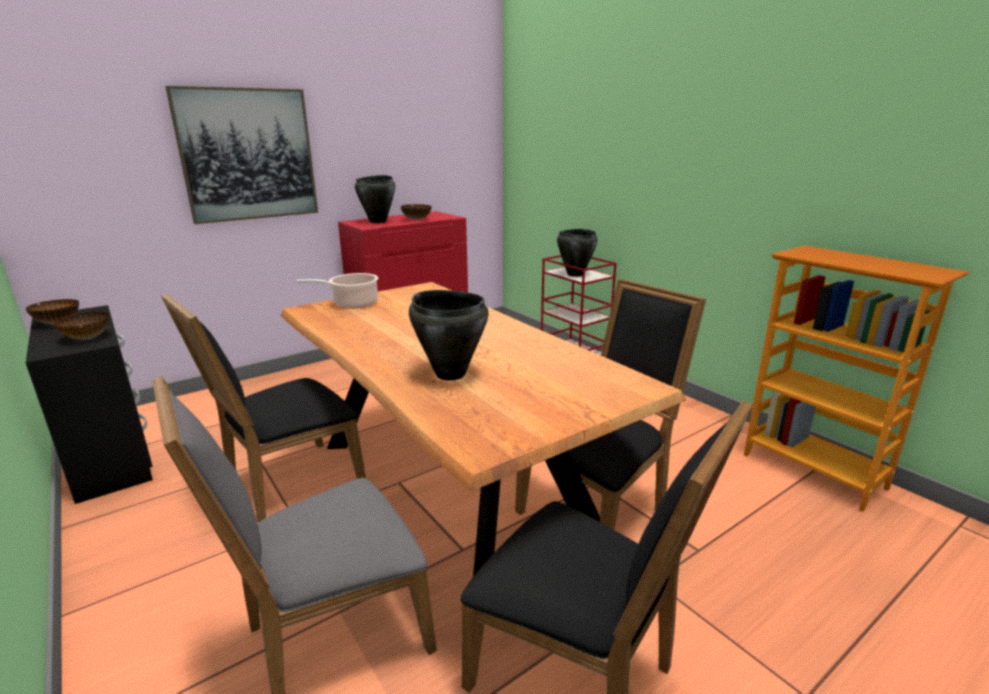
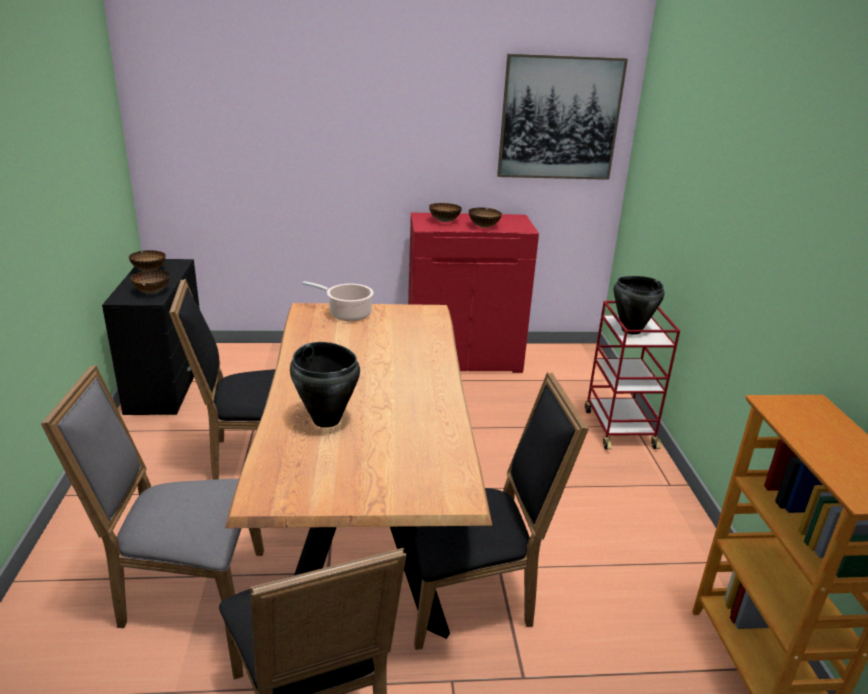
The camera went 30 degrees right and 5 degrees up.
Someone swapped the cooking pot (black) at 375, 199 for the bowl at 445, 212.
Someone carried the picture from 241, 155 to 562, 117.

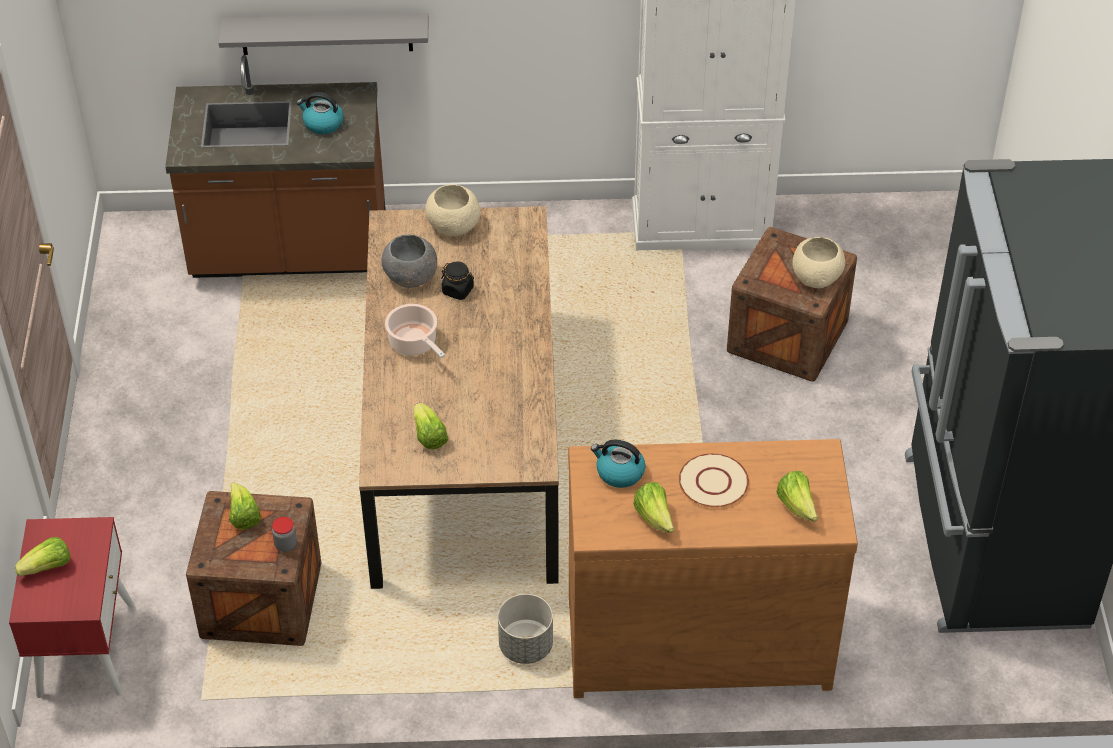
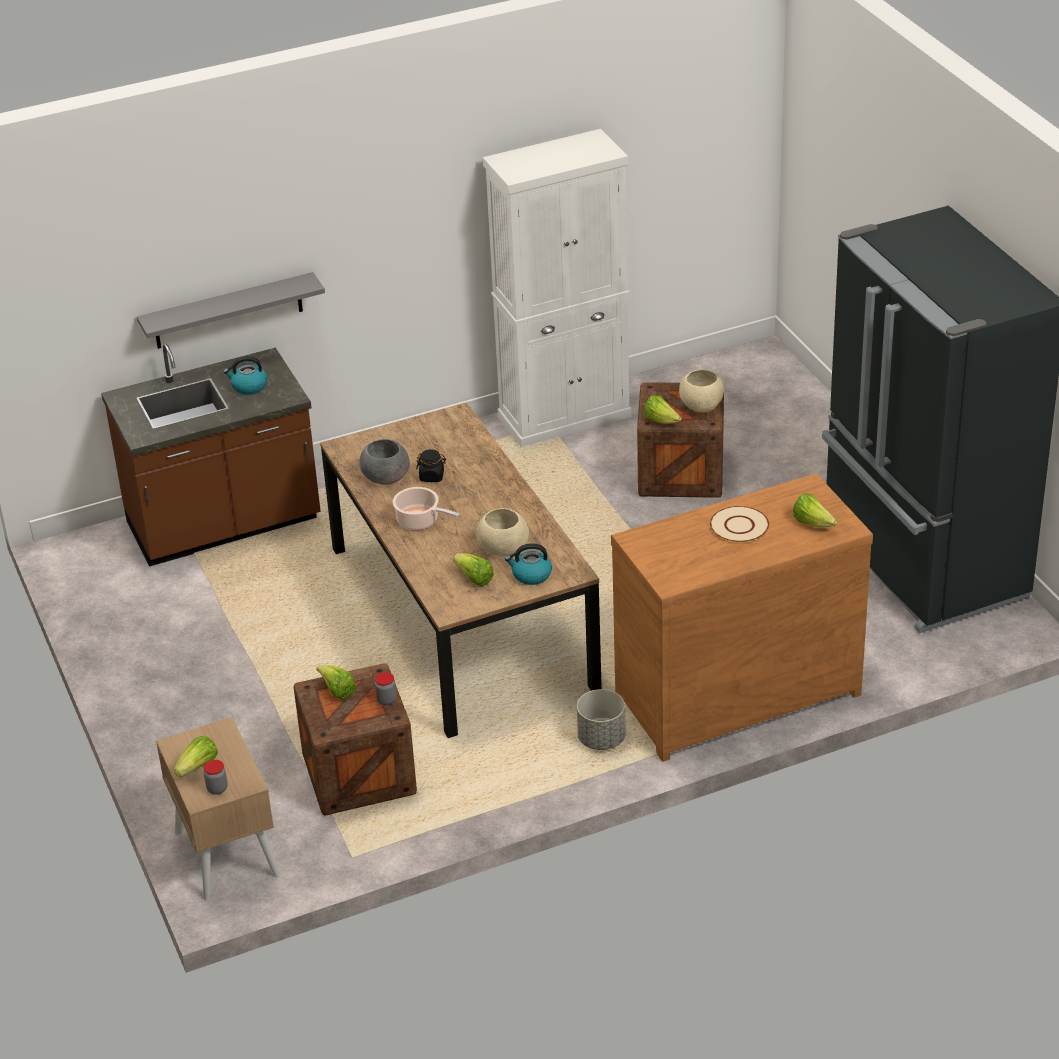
The camera went 20 degrees left and 10 degrees down.
Someone repainted the nightstand (red) at 71, 607, which became the nightstand (beige) at 218, 808.
Someone put down the jar at 216, 777.
Someone carried the bowl (beige) from 452, 210 to 502, 532.
Someone carried the kettle from 618, 463 to 528, 564.
Someone carried the lettuce from 653, 507 to 663, 409.

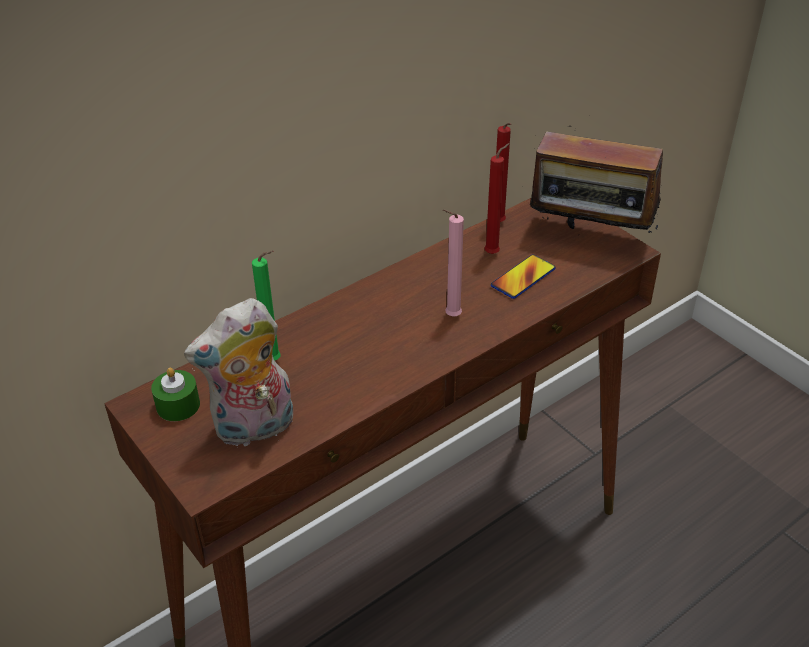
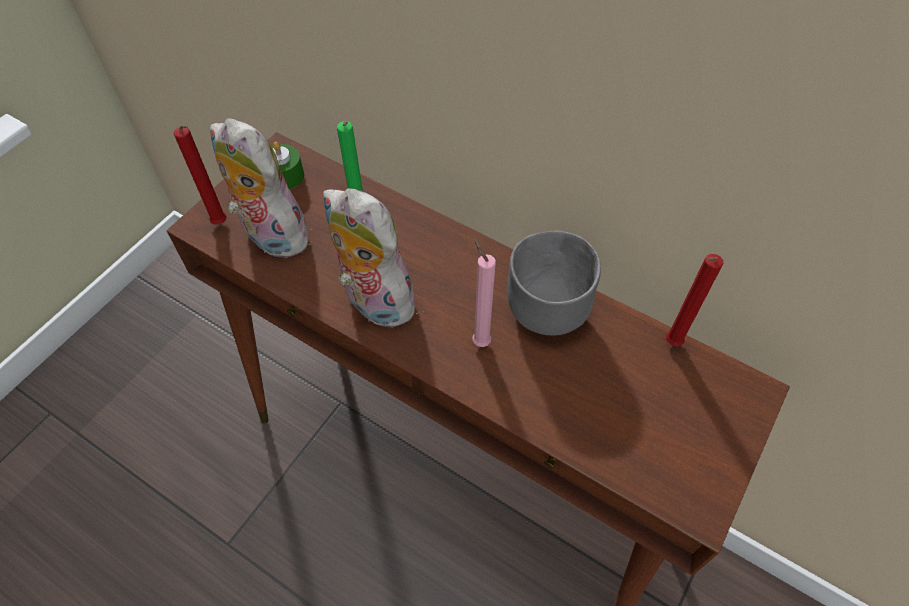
The camera went 70 degrees right and 15 degrees up.
Someone carried the candle (red) from 497, 198 to 200, 174.
Someone put down the plush toy at 373, 258.
Someone put down the bowl (grey) at 554, 283.
Someone took away the phone at 523, 277.
Someone took away the radio at 596, 174.

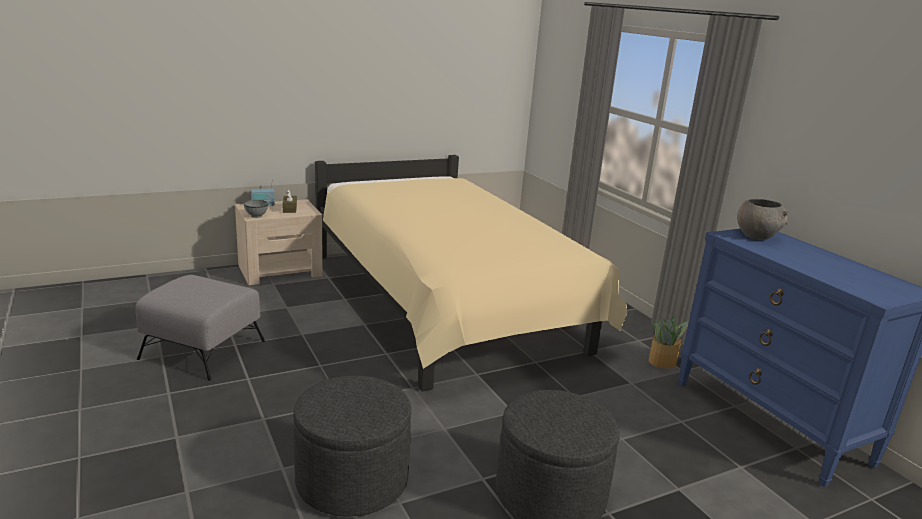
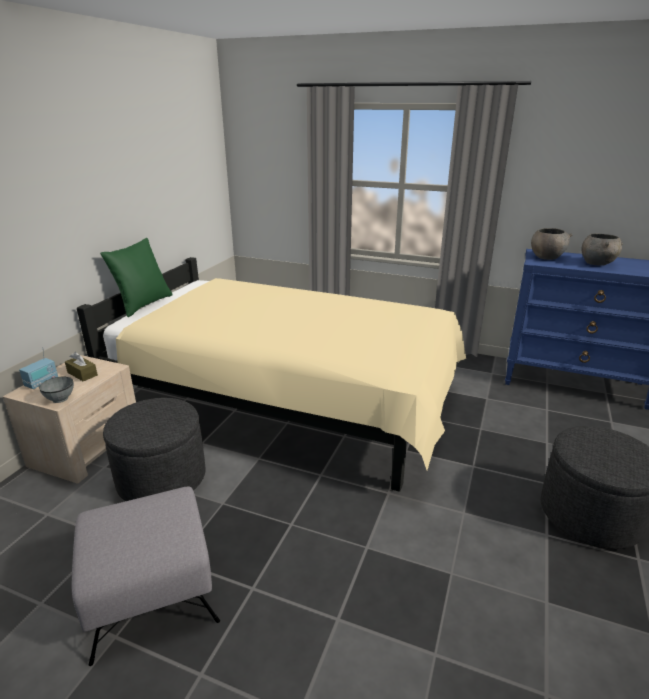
The camera went 40 degrees left and 5 degrees up.
Someone put down the pillow (green) at 136, 277.
Someone carried the ottoman (grey) from 352, 446 to 154, 449.
Someone put down the bowl (grey) at 602, 250.
Someone took away the potted plant at 668, 342.

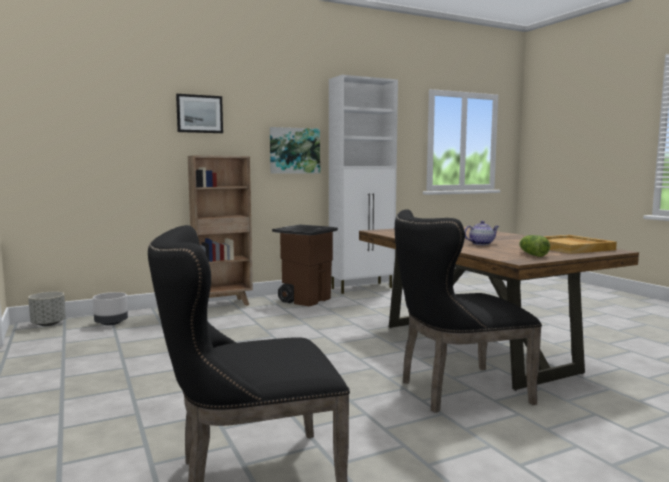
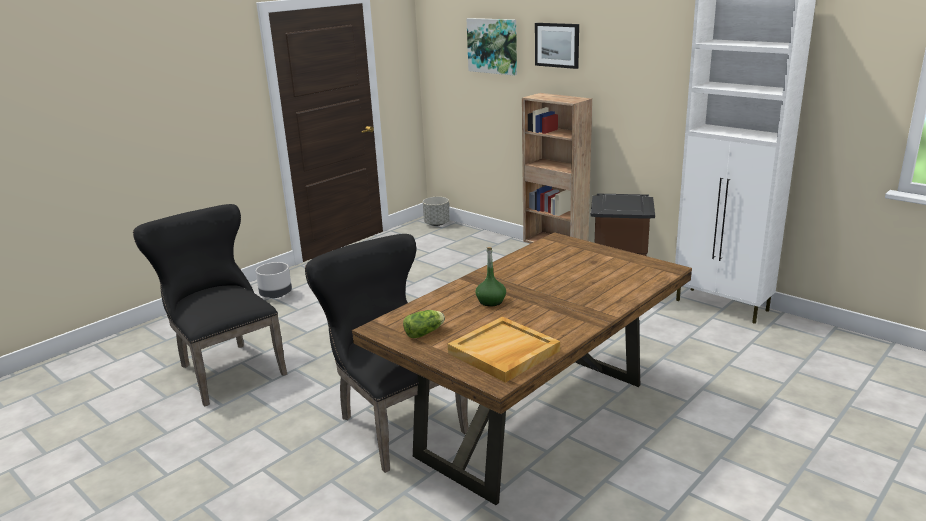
The camera went 70 degrees right and 15 degrees up.
Someone carried the planter (grey) from 110, 309 to 273, 280.
Someone carried the picture from 295, 150 to 492, 46.
Someone swapped the teapot at 482, 233 for the bottle (green) at 491, 276.

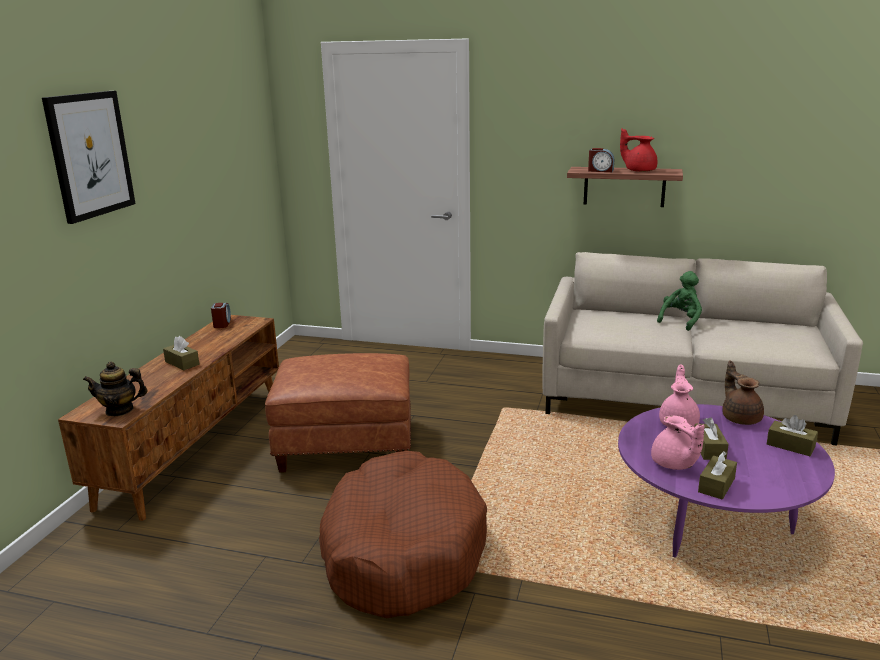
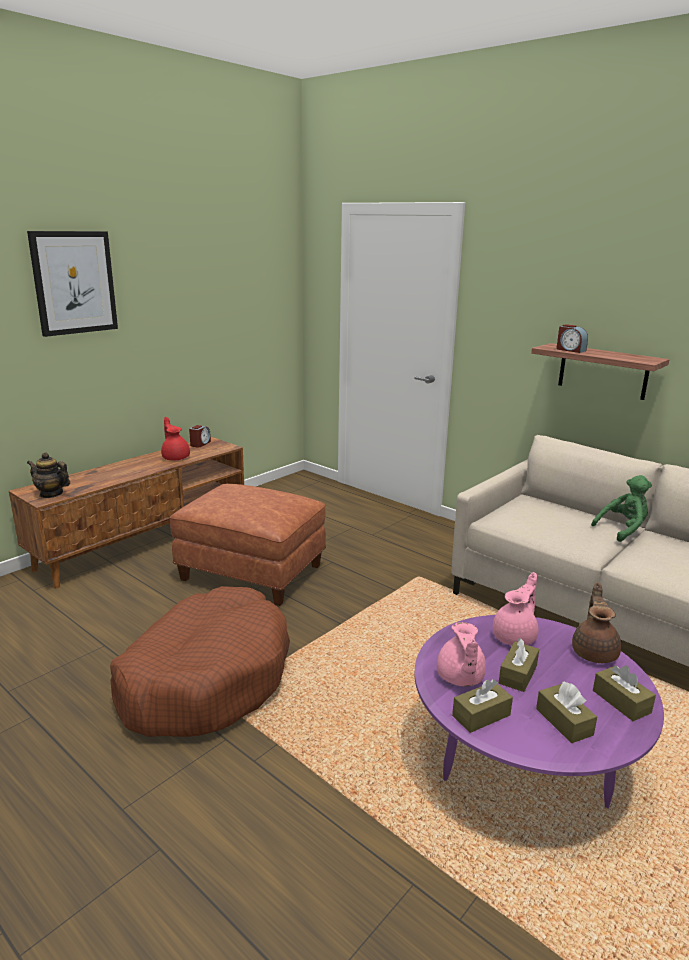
The camera went 25 degrees right and 0 degrees up.
Someone carried the teapot (red) from 638, 150 to 175, 439.
Someone carried the tissue box (brown) from 181, 353 to 566, 712.

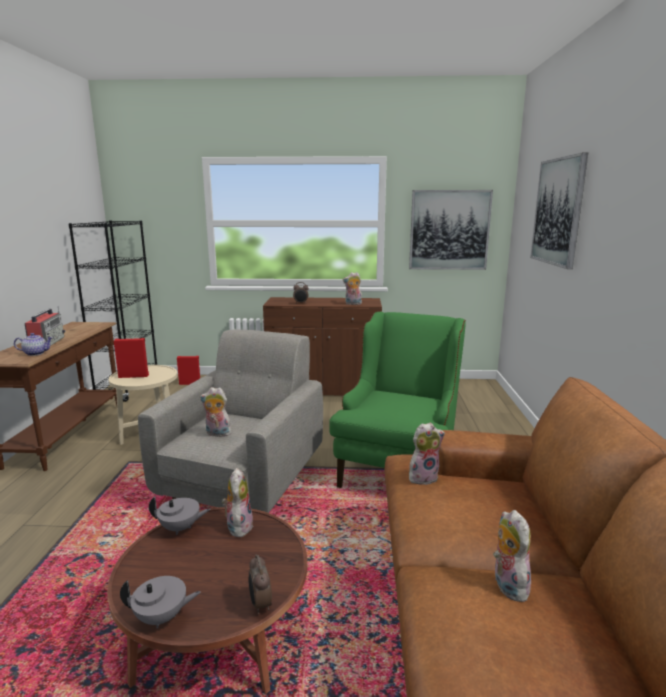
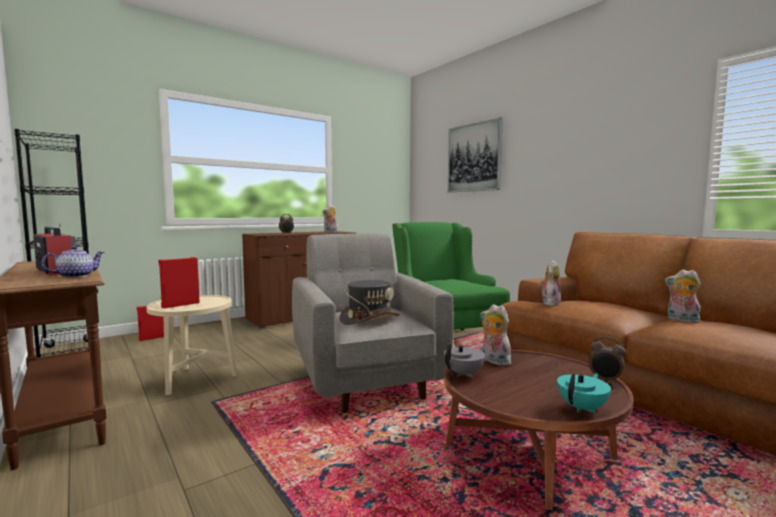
The camera went 40 degrees left and 10 degrees down.
Someone swapped the plush toy at 216, 412 for the hat (grey) at 370, 302.
Someone repainted the teapot (grey) at 160, 602, which became the teapot (turquoise) at 584, 393.
Someone took away the picture at 451, 230.

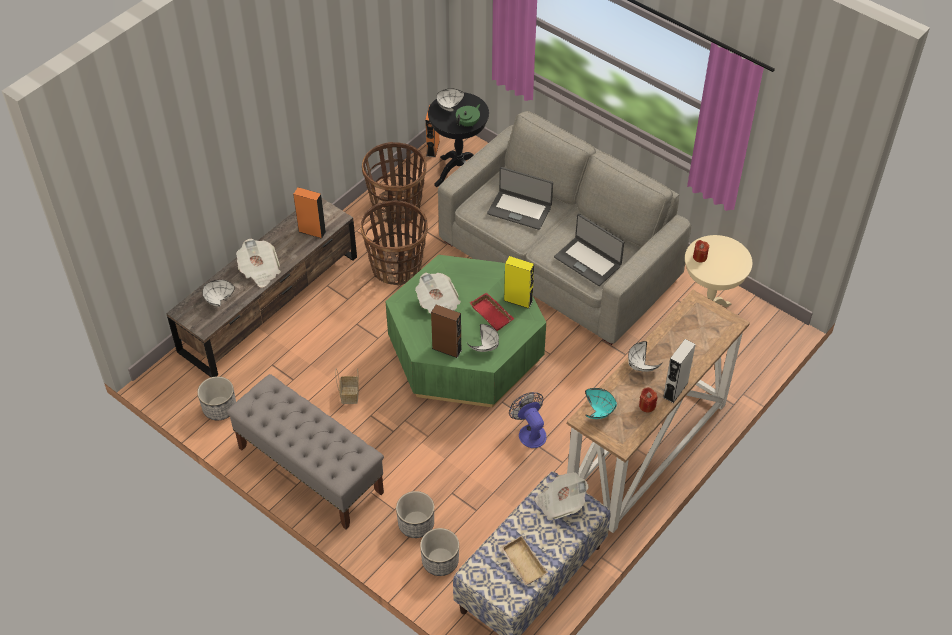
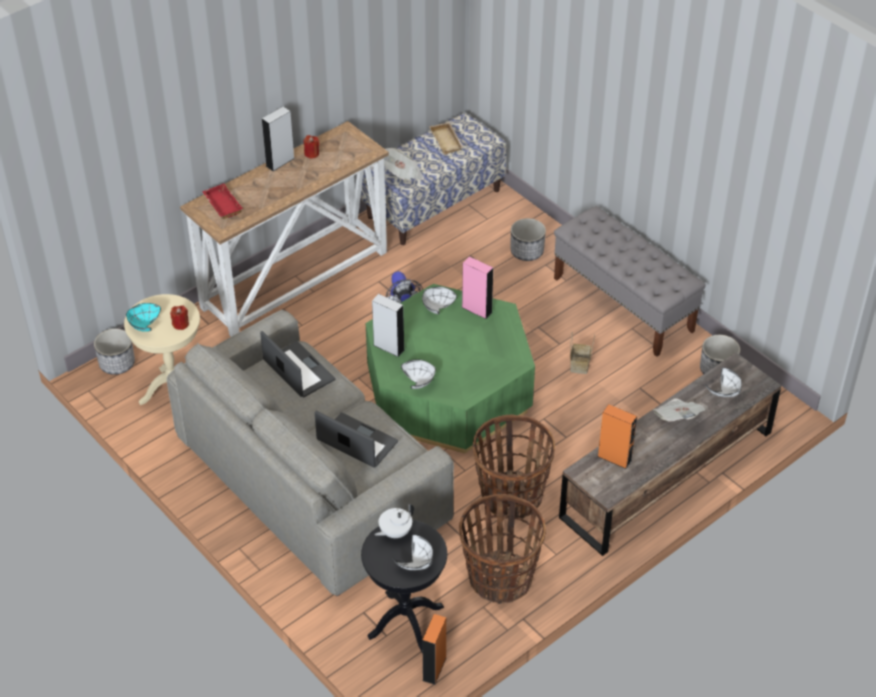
The camera went 170 degrees left and 5 degrees down.
Someone carried the planter from 439, 552 to 114, 352.
Someone carried the bowl (turquoise) from 601, 403 to 143, 317.
Someone carried the tray (red) from 492, 311 to 222, 201.
Someone repainted the speaker (yellow) at 519, 282, which became the speaker (grey) at 388, 325.
Someone repainted the teapot (green) at 468, 115, which became the teapot (white) at 394, 521.
Someone carried the bowl (white) from 645, 356 to 418, 374.
Someone repainted the speaker (brown) at 446, 331, which became the speaker (pink) at 477, 287.
Someone took away the newspaper at 438, 293.

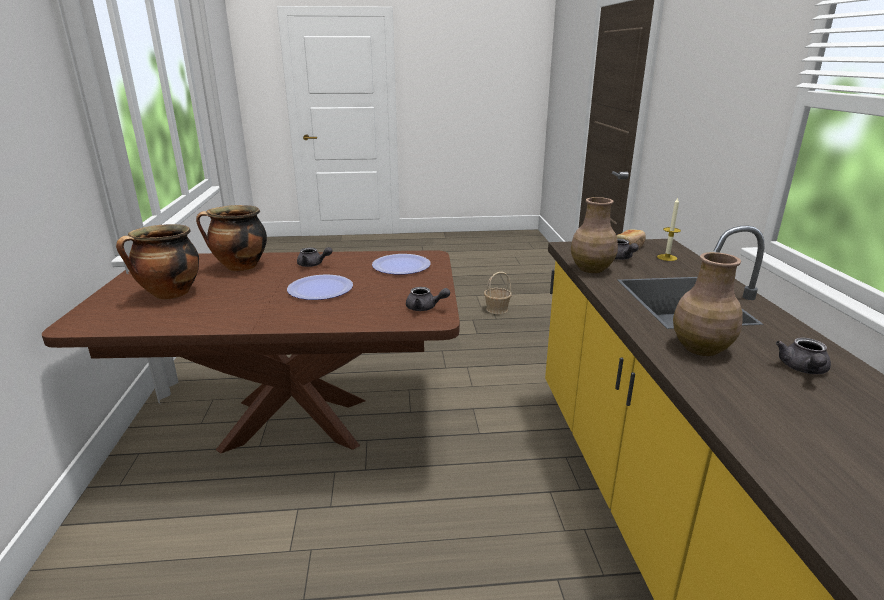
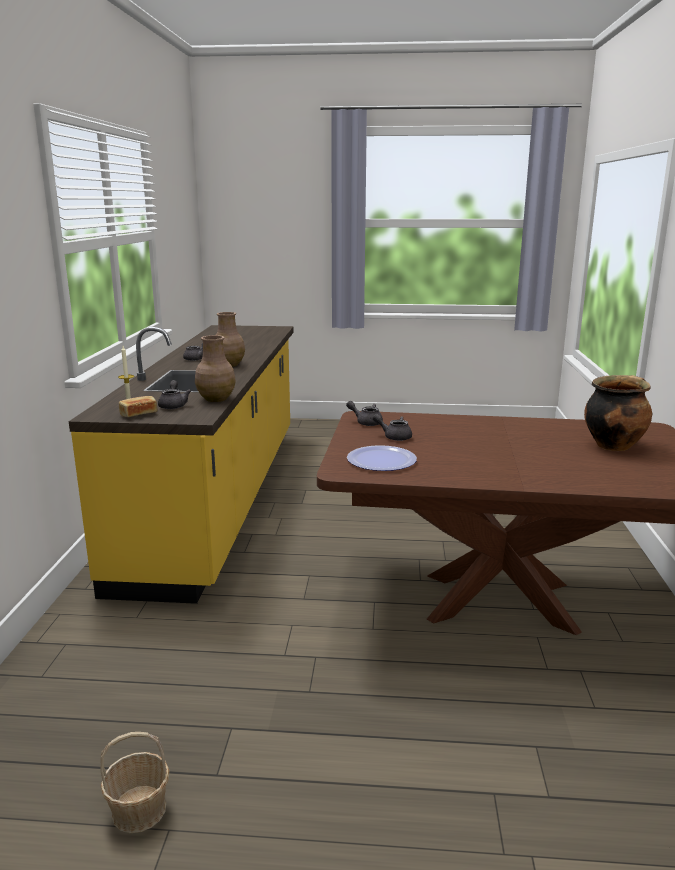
The camera went 170 degrees left and 5 degrees down.
Someone carried the teapot (grey) from 314, 257 to 392, 427.
Someone took away the cooking pot at 231, 238.
Someone took away the plate at 320, 287.

